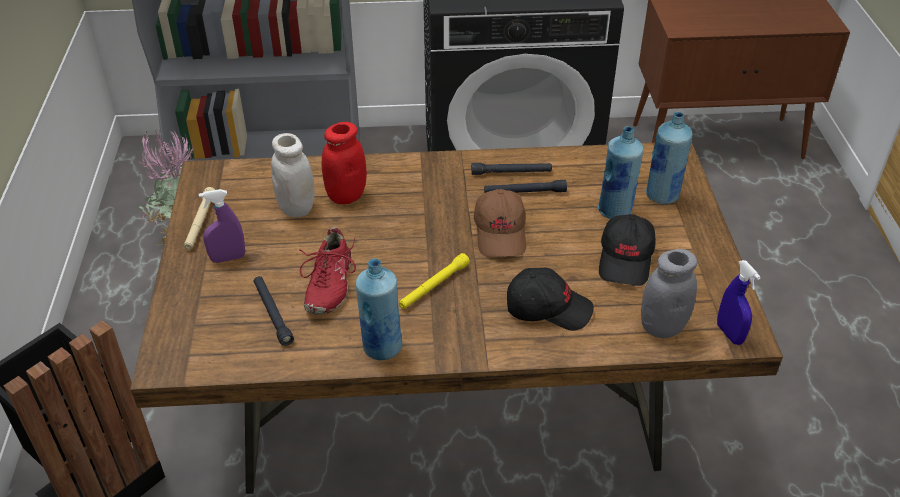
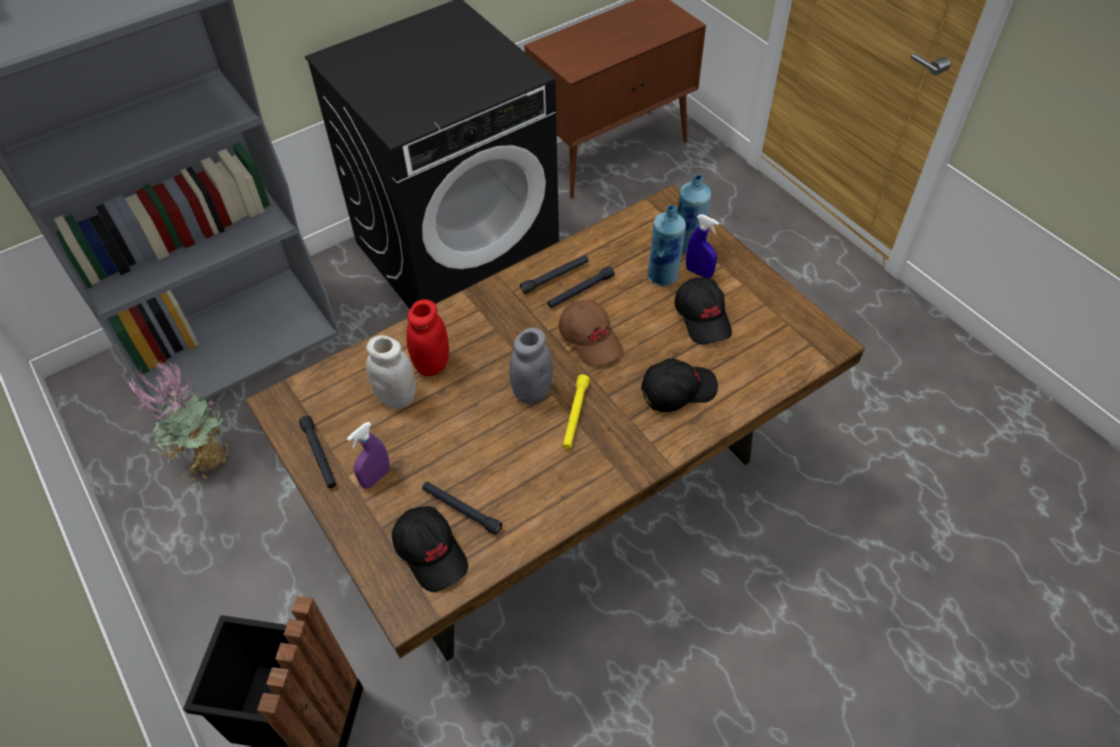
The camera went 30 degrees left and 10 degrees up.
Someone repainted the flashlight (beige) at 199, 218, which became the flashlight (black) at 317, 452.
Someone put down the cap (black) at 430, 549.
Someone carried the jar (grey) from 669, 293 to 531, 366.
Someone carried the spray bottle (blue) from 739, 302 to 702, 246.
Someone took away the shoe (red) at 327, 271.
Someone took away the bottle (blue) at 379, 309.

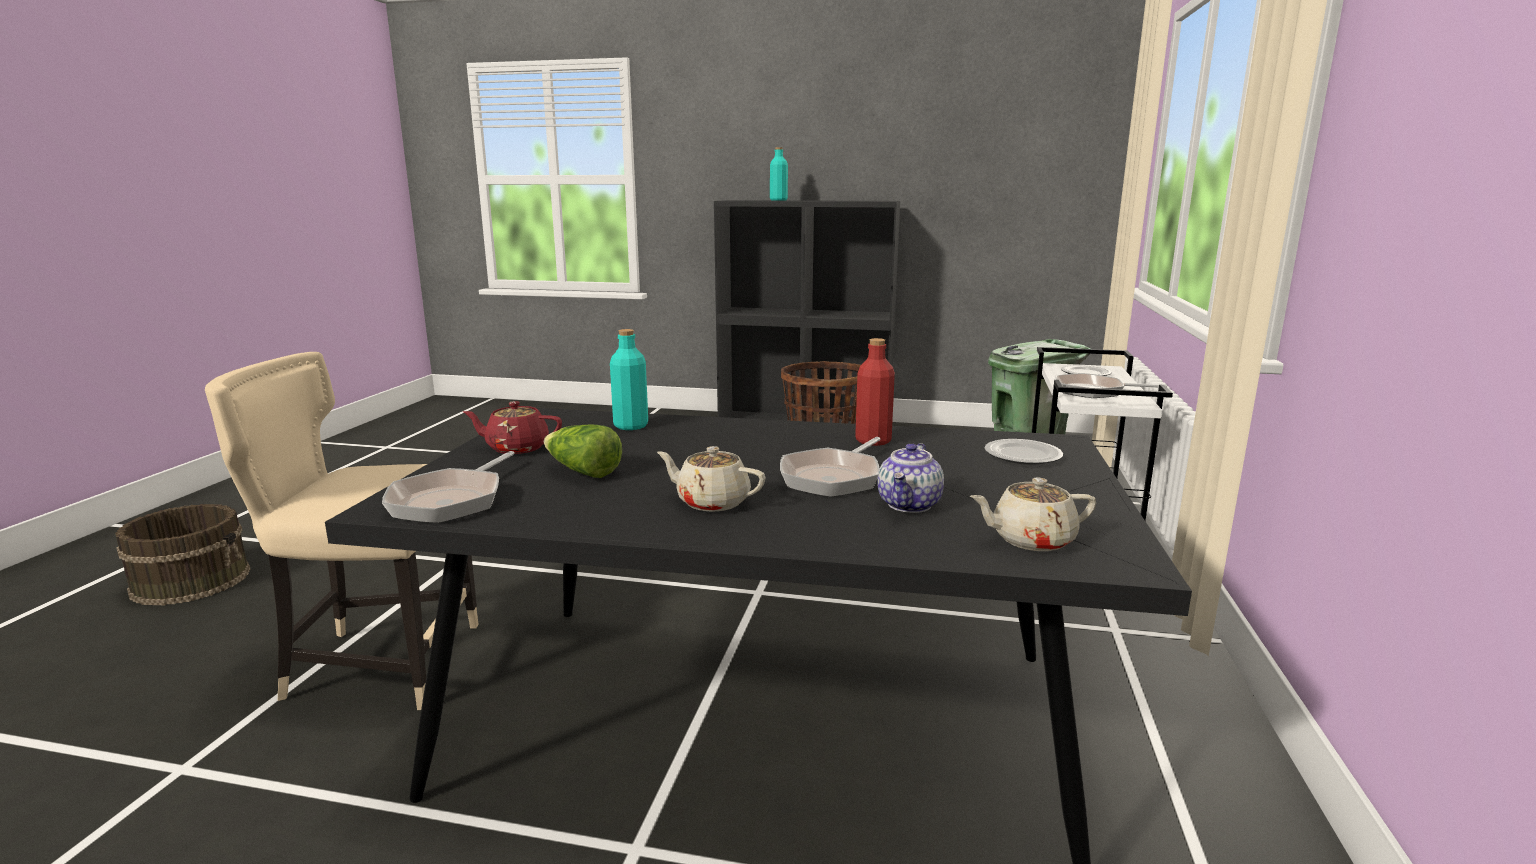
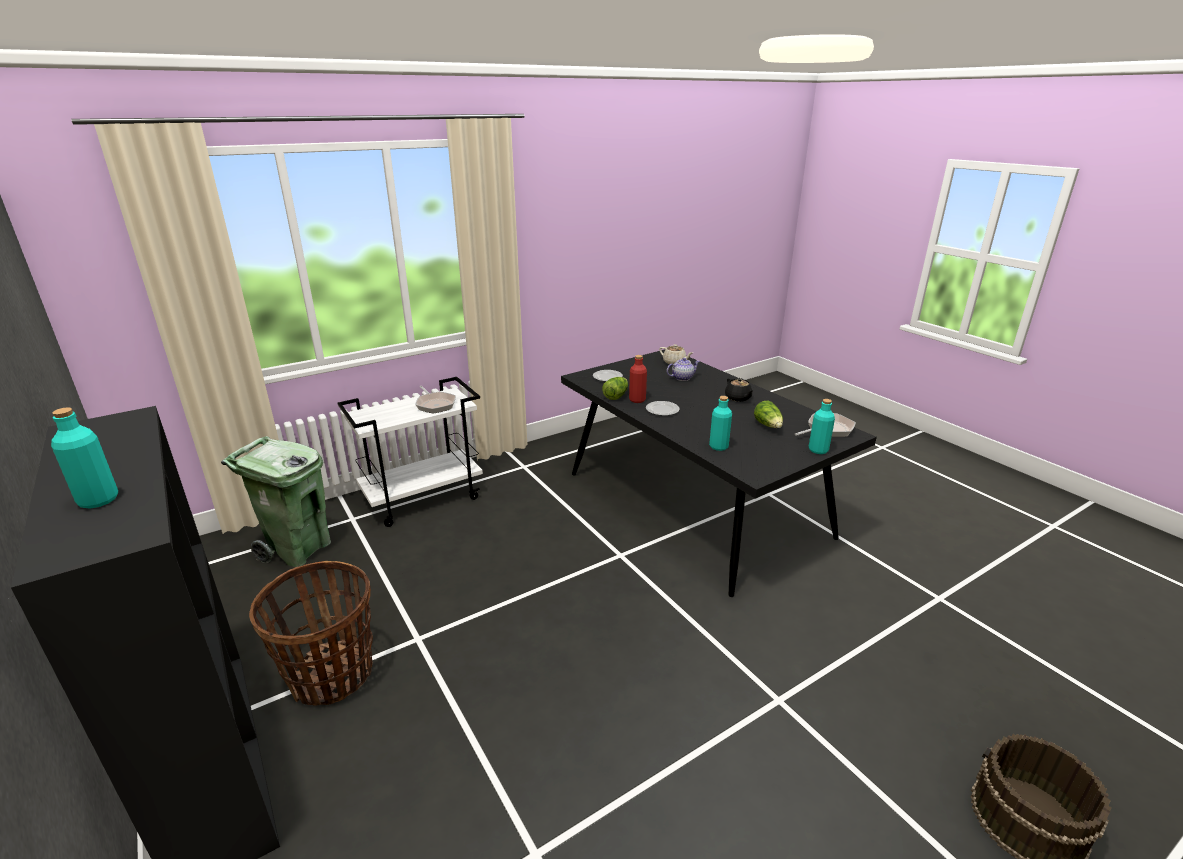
The camera went 135 degrees left and 10 degrees up.
Someone put down the lettuce at 615, 388.
Someone carried the plate from 1086, 370 to 663, 408.
Someone repainted the teapot (beige) at 711, 479, which became the teapot (black) at 739, 390.
Someone put down the bottle (turquoise) at 822, 426.
Someone took away the chair (beige) at 342, 531.
Someone took away the teapot (red) at 512, 427.
Someone took away the frying pan at 830, 467.

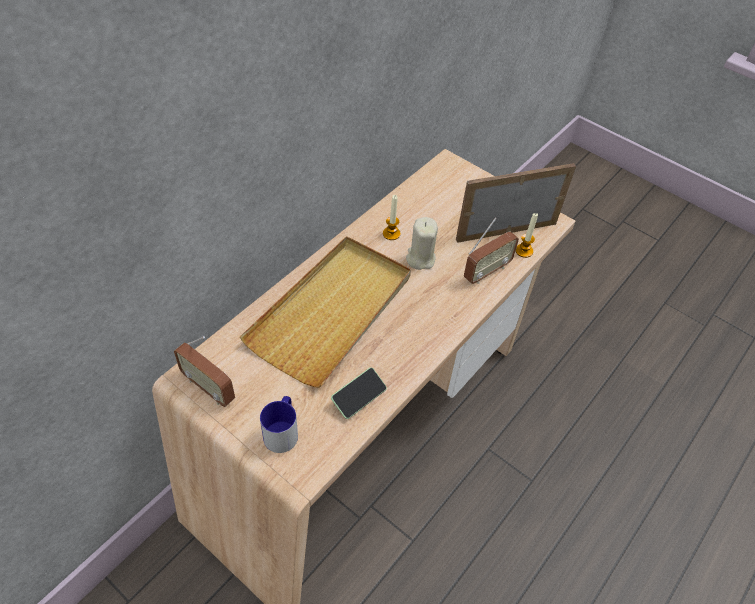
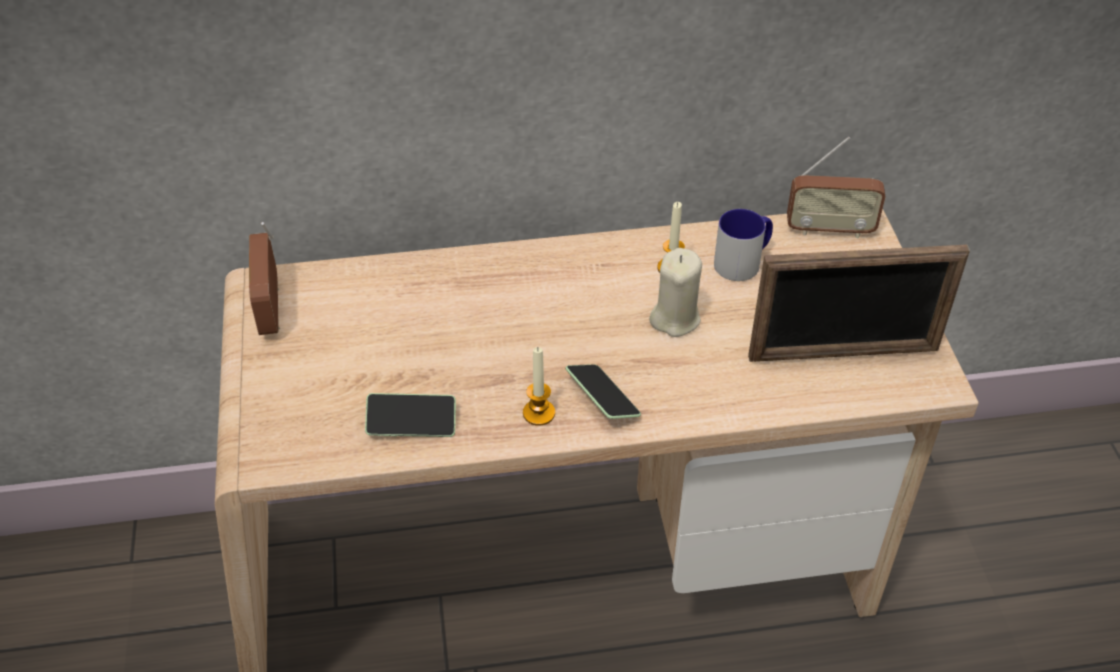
The camera went 45 degrees right and 5 degrees down.
Someone carried the candle from 527, 235 to 539, 386.
Someone put down the phone at 603, 391.
Someone carried the mug from 279, 424 to 743, 245.
Someone rotated the picture frame at 516, 203 by 150 degrees clockwise.
Someone carried the radio from 491, 250 to 836, 187.
Someone took away the tray (beige) at 325, 312.

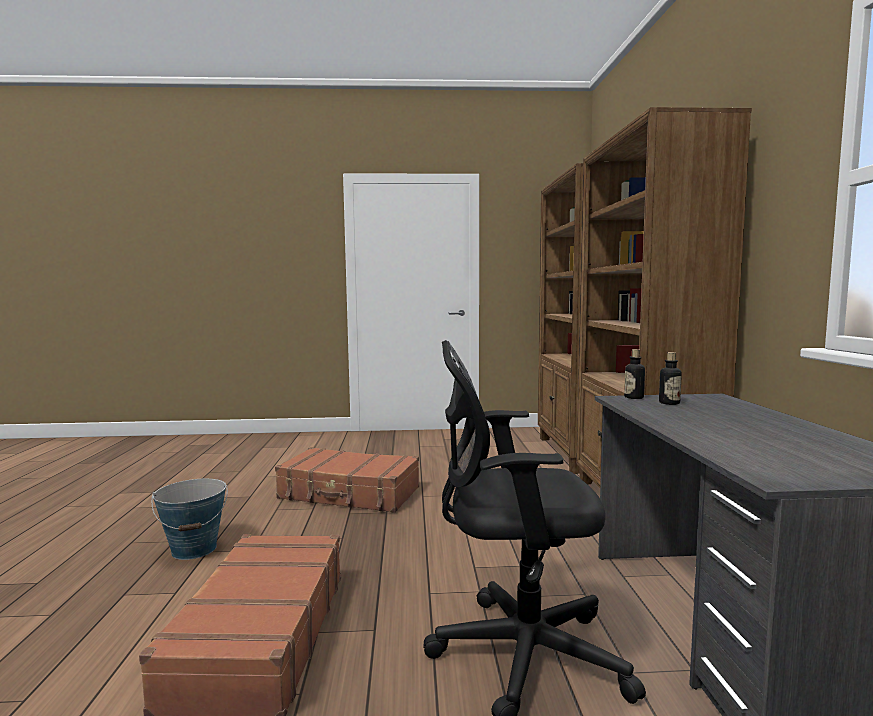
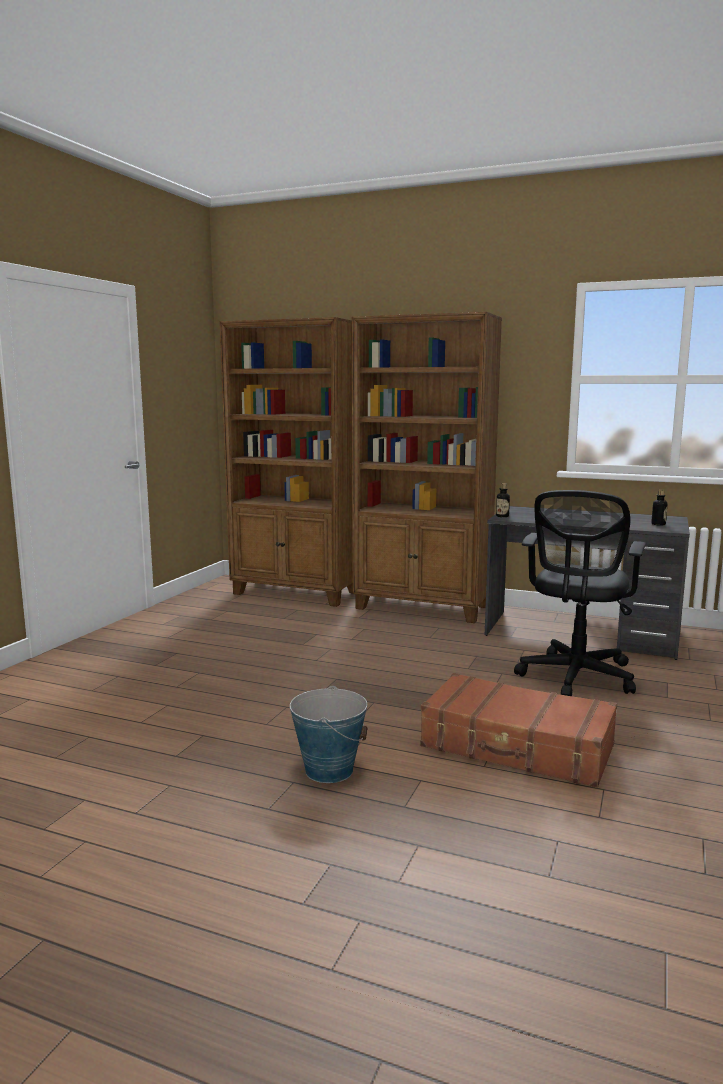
The camera went 65 degrees left and 5 degrees up.
Someone carried the bottle from 670, 378 to 659, 507.
Someone took away the suitcase (brown) at 347, 480.

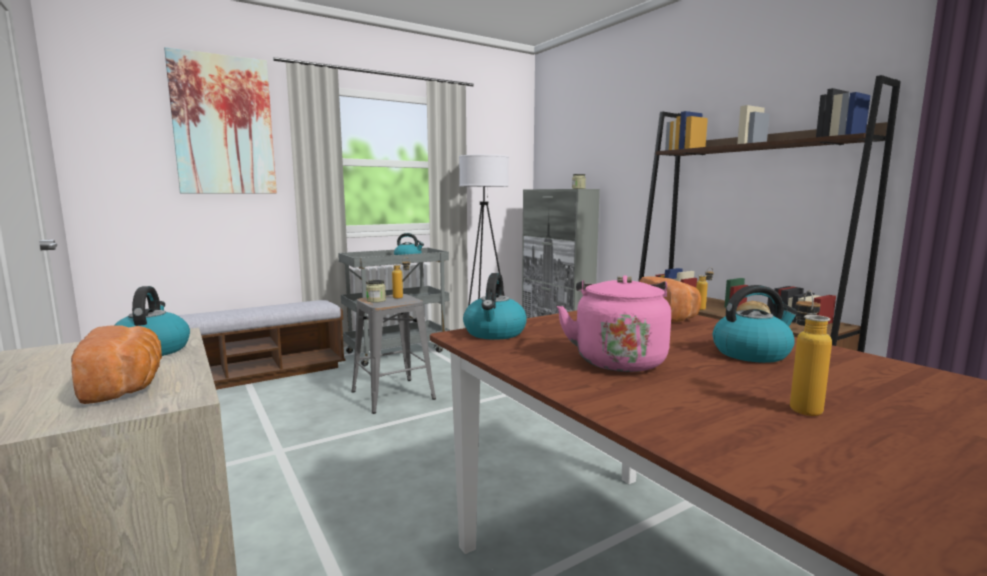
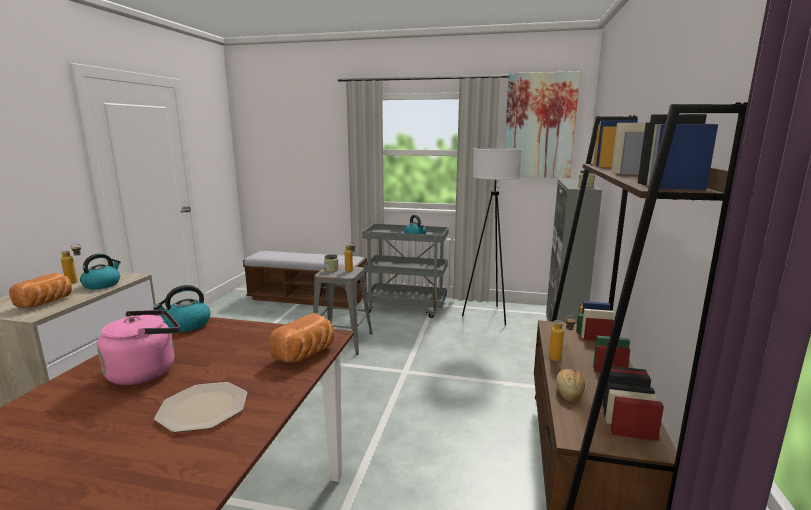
The camera went 45 degrees right and 5 degrees up.
Someone carried the bottle from 811, 353 to 71, 263.
Someone swapped the kettle at 755, 324 for the plate at 200, 407.
Someone carried the picture from 220, 120 to 542, 124.

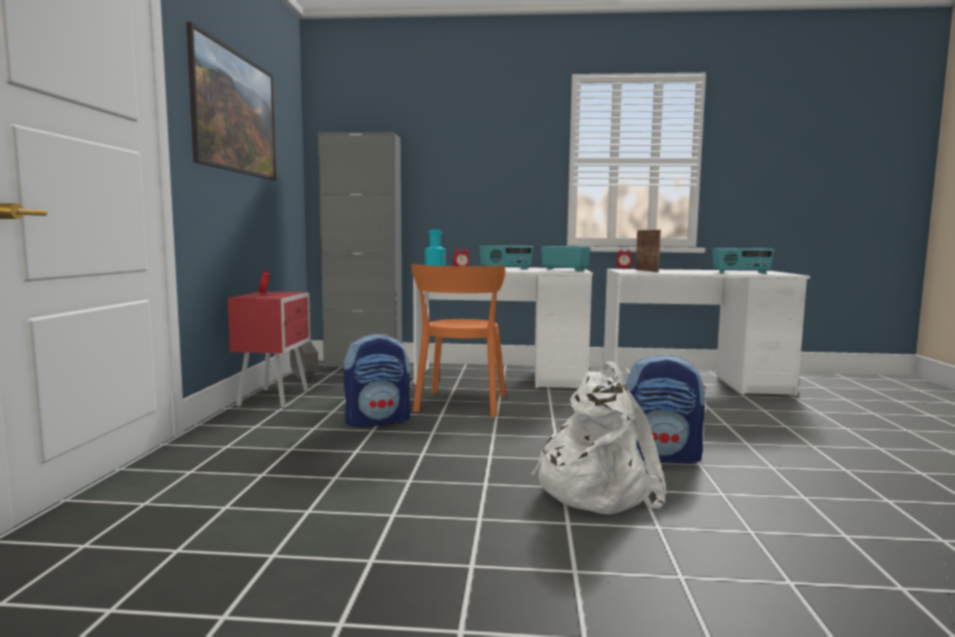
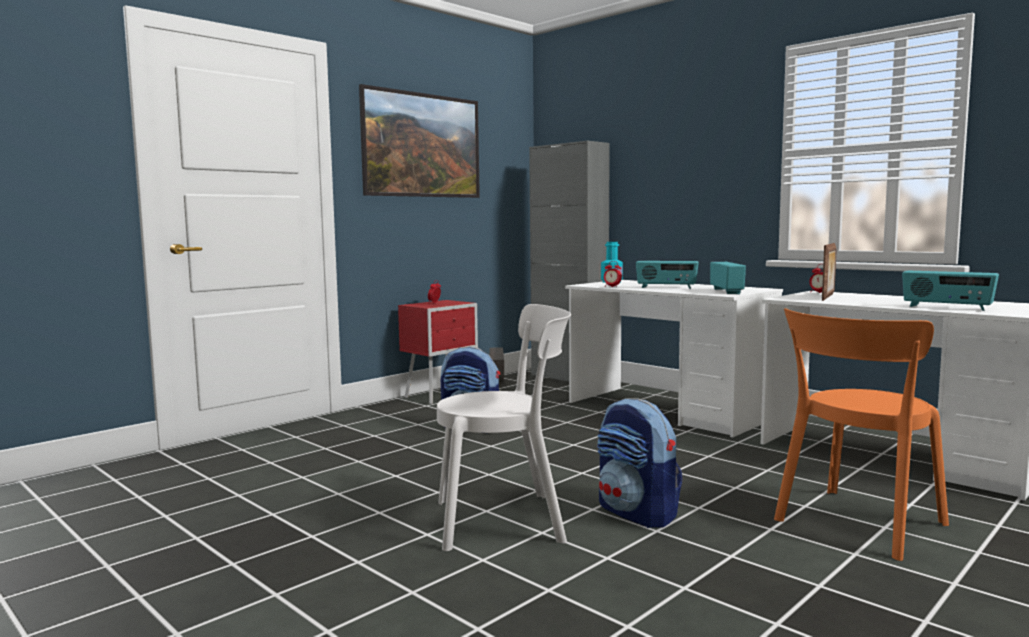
The camera went 40 degrees right and 0 degrees up.
Someone swapped the backpack (white) at 599, 438 for the chair (white) at 504, 427.
Someone carried the chair (orange) from 458, 340 to 861, 434.

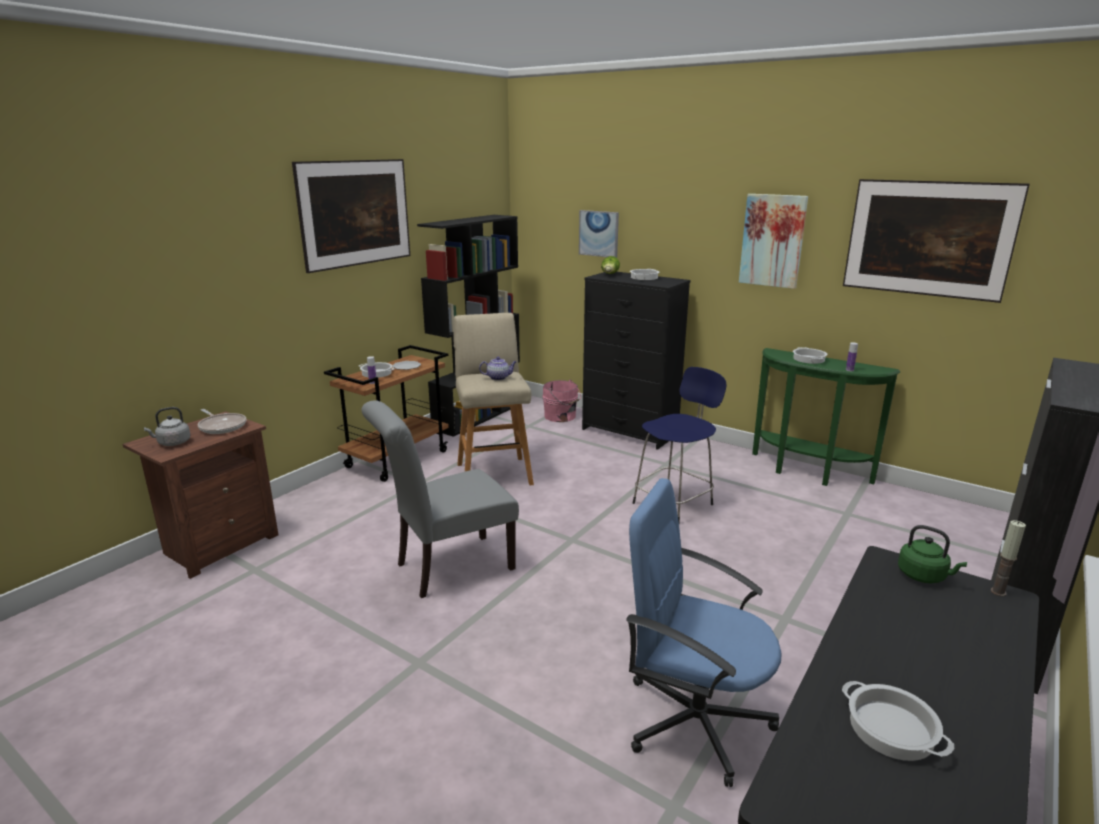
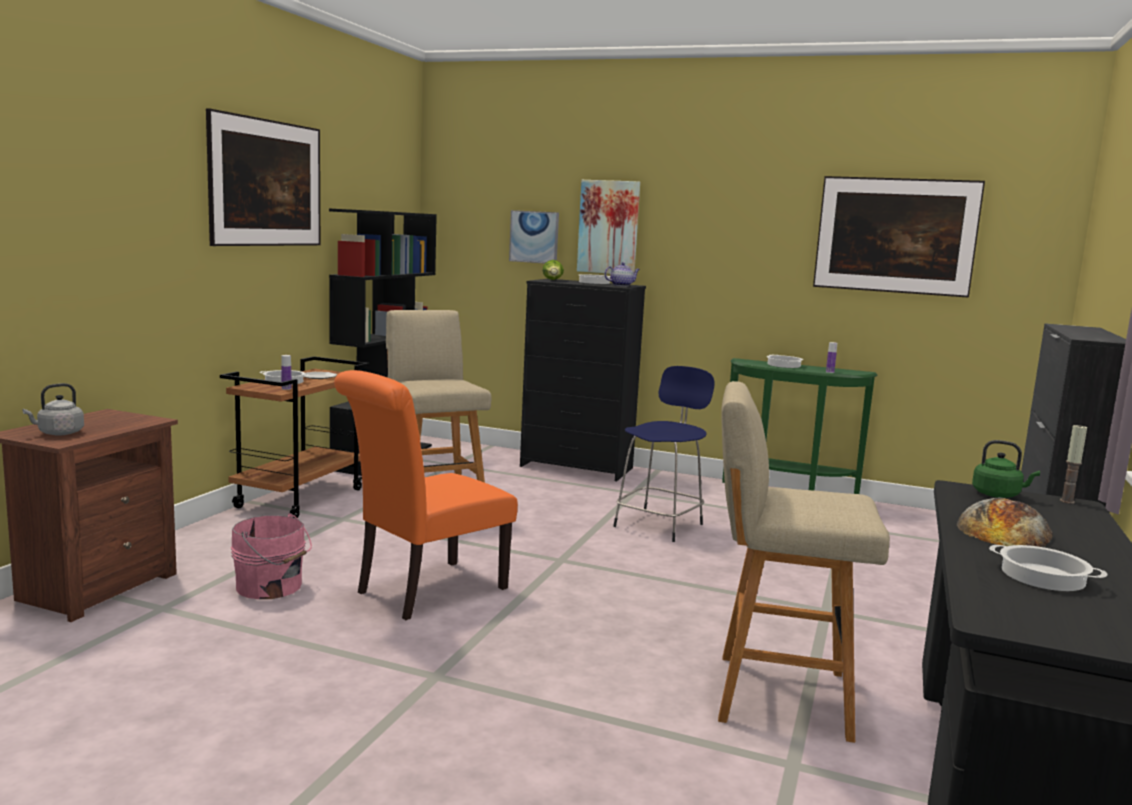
The camera went 15 degrees left and 10 degrees down.
Someone carried the bucket (pink) from 561, 401 to 271, 556.
Someone repainted the chair (grey) at 440, 499, which became the chair (orange) at 426, 495.
Someone carried the picture from 773, 241 to 608, 227.
Someone carried the teapot from 498, 368 to 622, 274.
Someone swapped the office chair (blue) at 704, 632 for the stool (beige) at 804, 562.
Someone put down the bread at 1005, 522.
Someone took away the frying pan at 222, 421.

